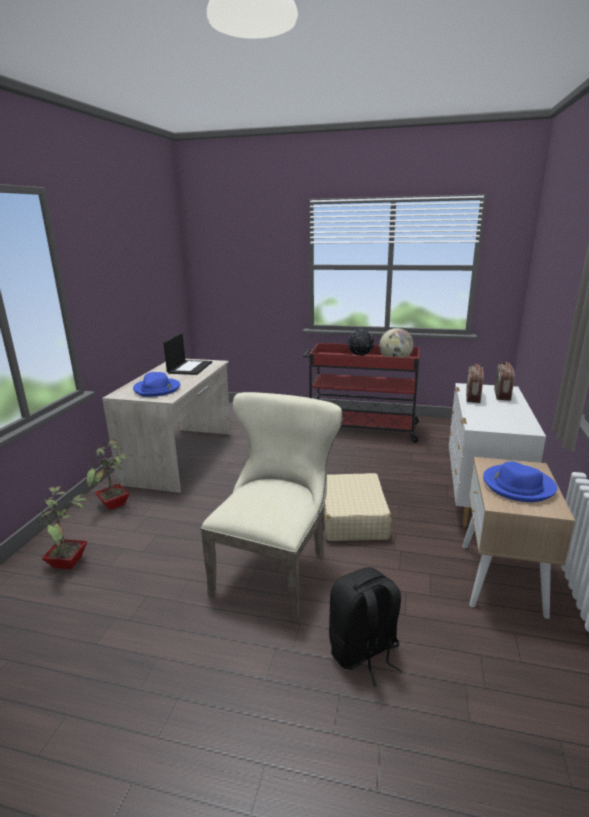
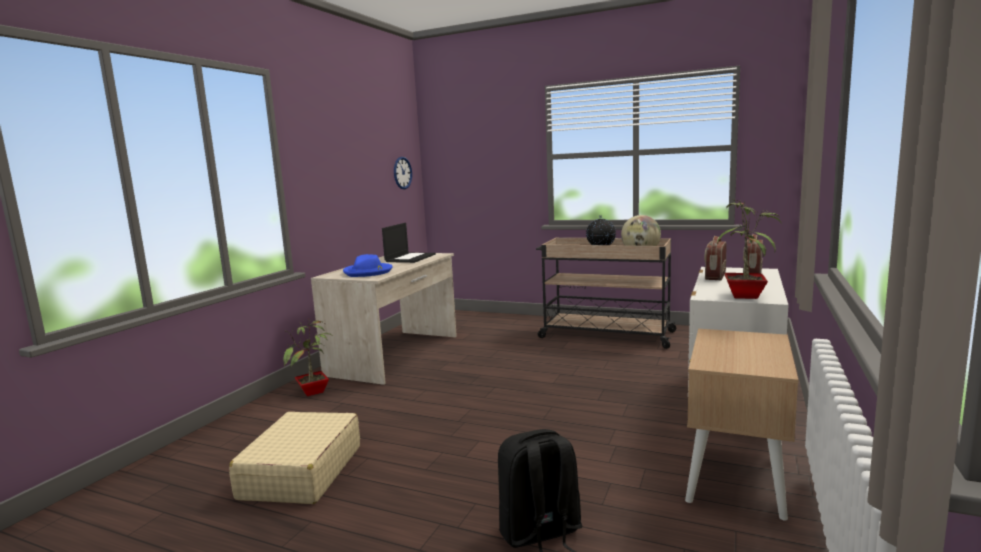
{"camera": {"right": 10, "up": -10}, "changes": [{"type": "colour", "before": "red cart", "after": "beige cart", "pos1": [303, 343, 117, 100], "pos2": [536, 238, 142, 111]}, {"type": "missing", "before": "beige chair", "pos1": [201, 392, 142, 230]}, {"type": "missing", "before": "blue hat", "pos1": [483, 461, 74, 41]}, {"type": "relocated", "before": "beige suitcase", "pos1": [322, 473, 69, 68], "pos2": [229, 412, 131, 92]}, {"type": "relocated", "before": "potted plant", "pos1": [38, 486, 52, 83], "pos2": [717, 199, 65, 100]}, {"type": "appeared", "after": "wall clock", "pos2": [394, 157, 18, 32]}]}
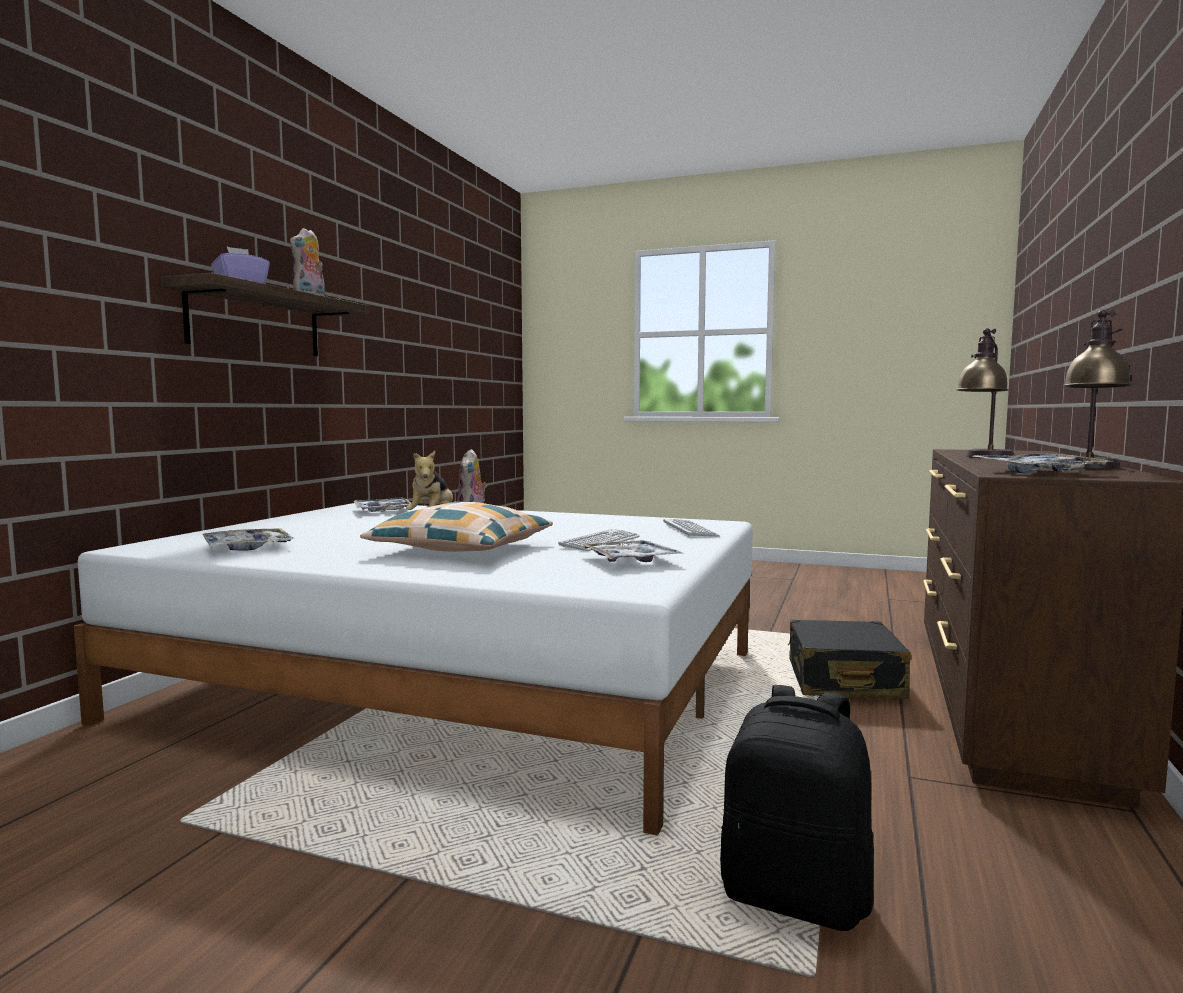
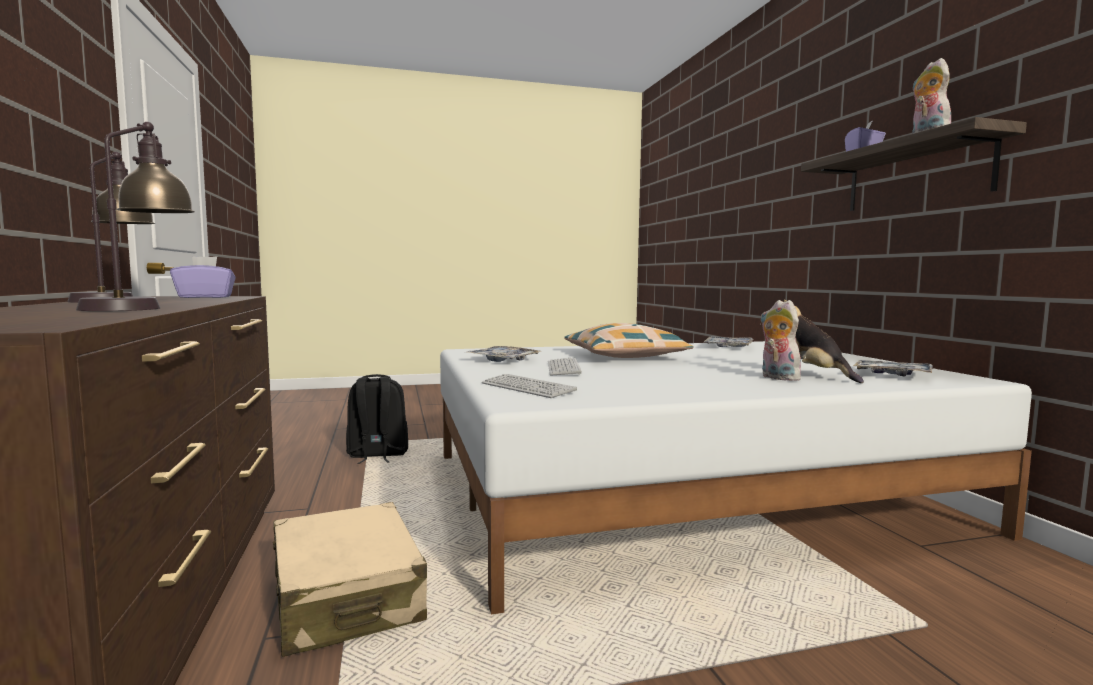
{"camera": {"right": 145, "up": 0}, "changes": [{"type": "exchanged", "before": "tray", "after": "purple tissue box", "pos1": [972, 454, 138, 19], "pos2": [170, 256, 66, 42]}, {"type": "colour", "before": "black suitcase", "after": "beige suitcase", "pos1": [788, 620, 123, 79], "pos2": [273, 502, 154, 155]}]}
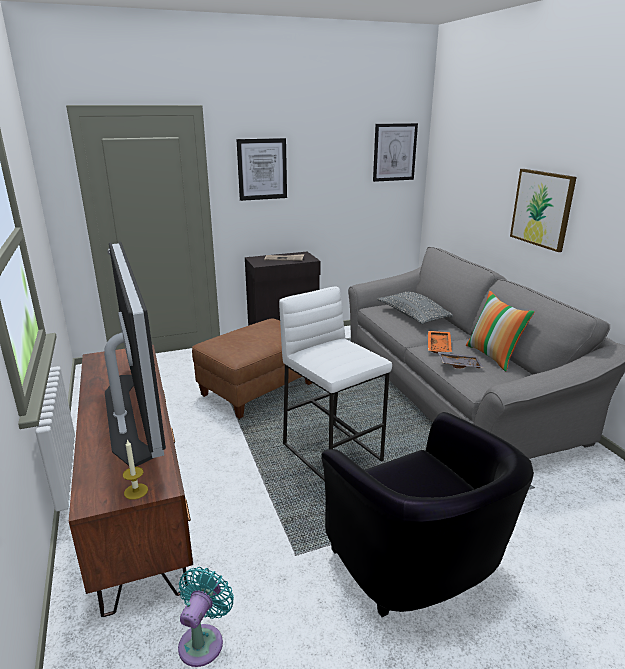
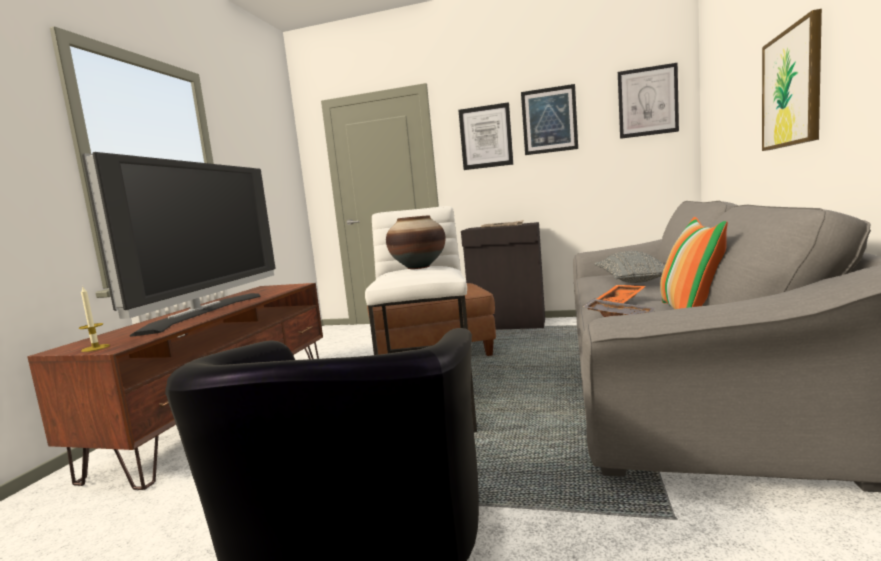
{"camera": {"right": 35, "up": -15}, "changes": [{"type": "missing", "before": "turquoise fan", "pos1": [178, 567, 56, 100]}, {"type": "appeared", "after": "picture", "pos2": [521, 84, 57, 71]}, {"type": "appeared", "after": "vase", "pos2": [386, 215, 59, 54]}]}
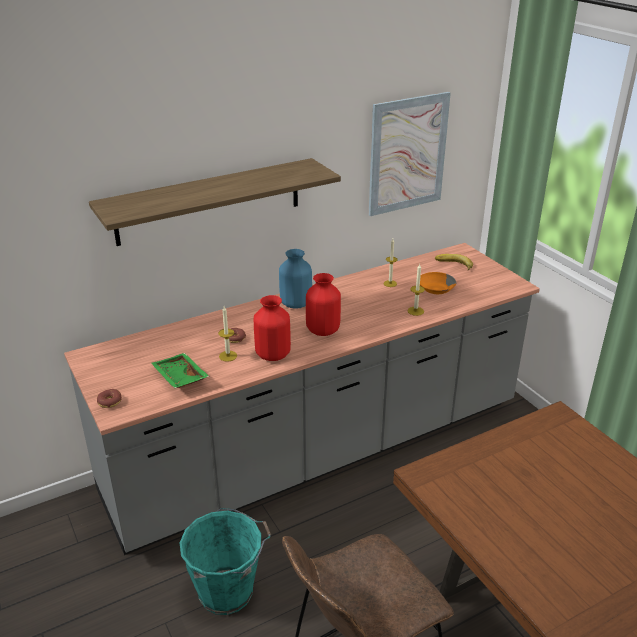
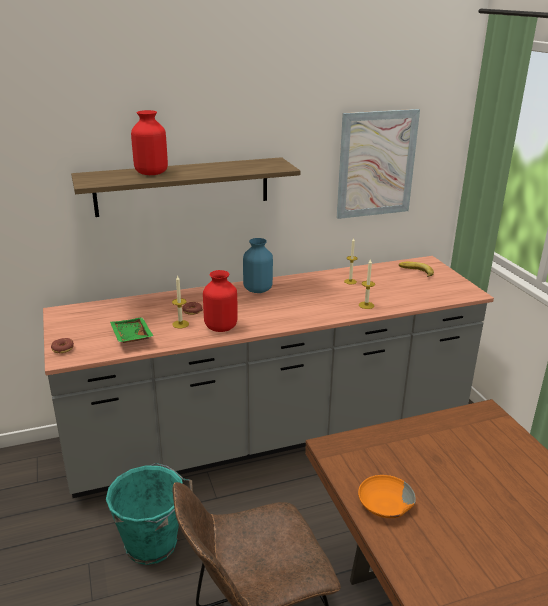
{"camera": {"right": 10, "up": -5}, "changes": [{"type": "relocated", "before": "orange bowl", "pos1": [420, 272, 36, 22], "pos2": [358, 475, 58, 43]}, {"type": "relocated", "before": "red vase", "pos1": [306, 273, 35, 63], "pos2": [131, 110, 37, 65]}]}
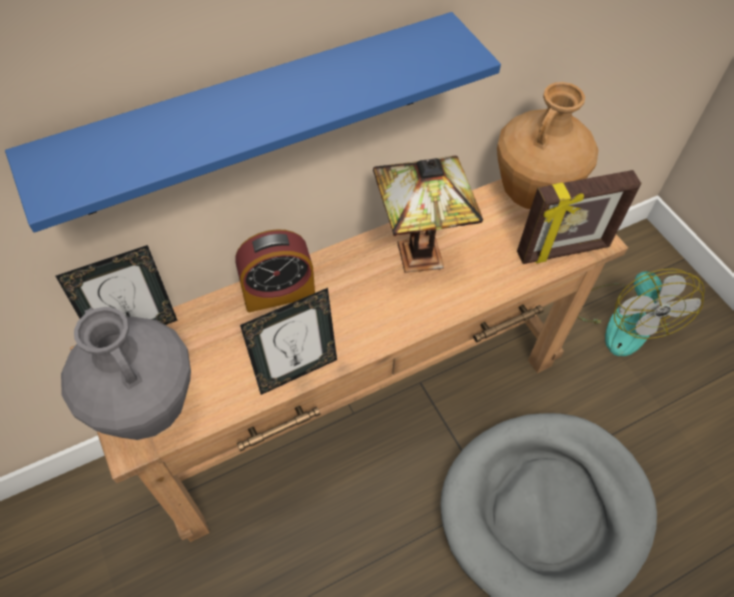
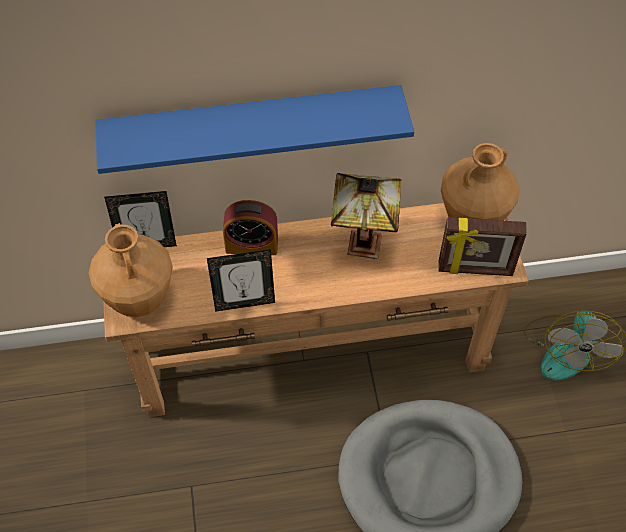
{"camera": {"right": 20, "up": 0}, "changes": [{"type": "colour", "before": "grey vase", "after": "brown vase", "pos1": [61, 307, 130, 133], "pos2": [89, 223, 84, 94]}]}
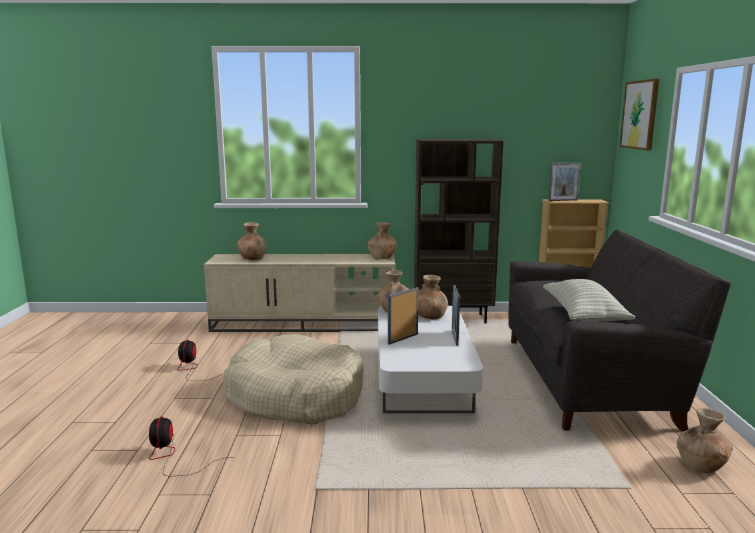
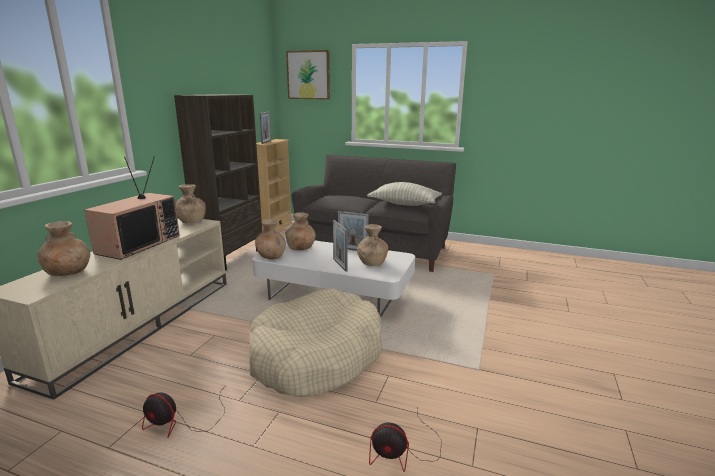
{"camera": {"right": -70, "up": 5}, "changes": [{"type": "relocated", "before": "brown vase", "pos1": [677, 408, 56, 65], "pos2": [357, 224, 31, 42]}, {"type": "appeared", "after": "television", "pos2": [84, 156, 96, 104]}]}
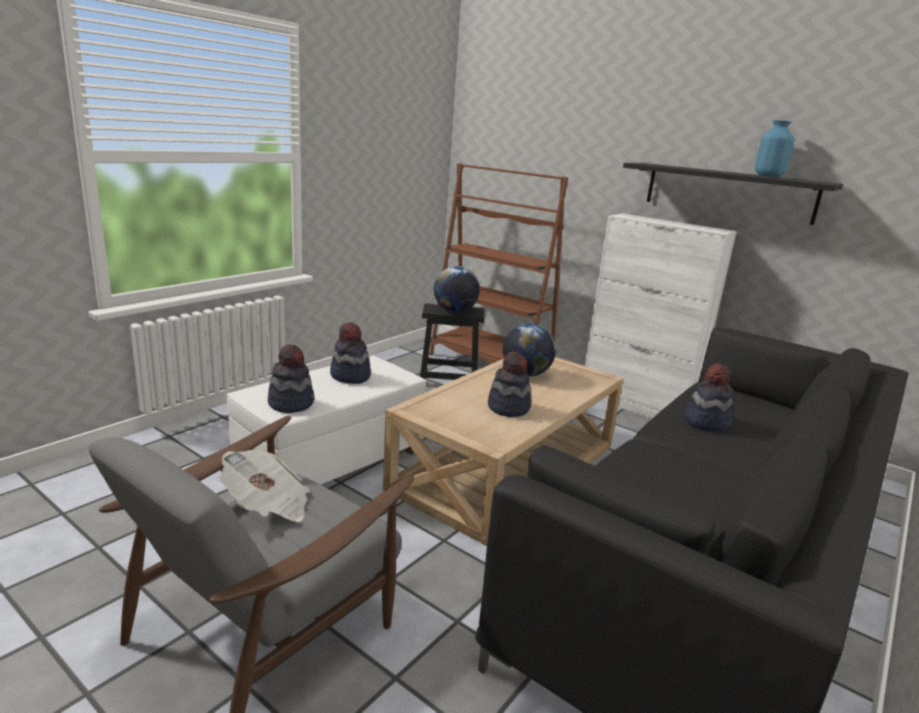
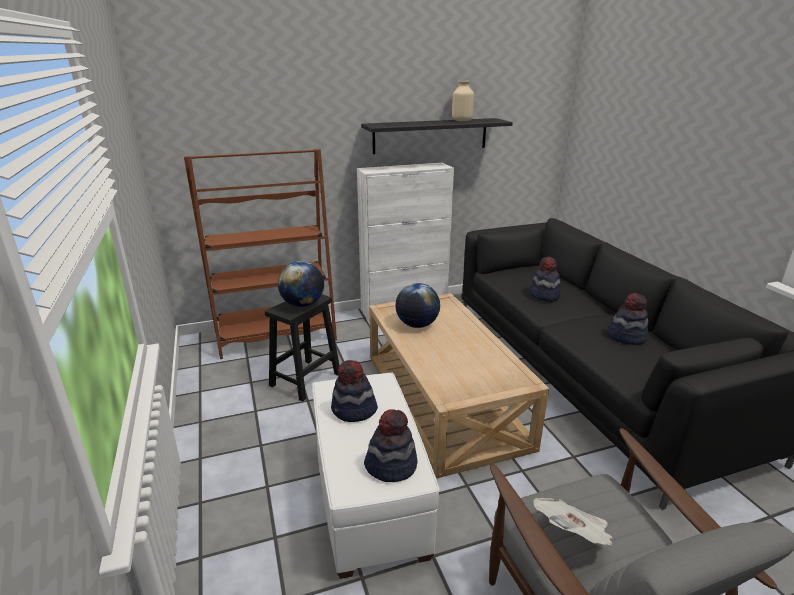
{"camera": {"right": -55, "up": 5}, "changes": [{"type": "colour", "before": "blue vase", "after": "beige vase", "pos1": [755, 120, 39, 57], "pos2": [452, 81, 22, 41]}, {"type": "relocated", "before": "hat", "pos1": [488, 352, 44, 65], "pos2": [607, 293, 42, 52]}]}
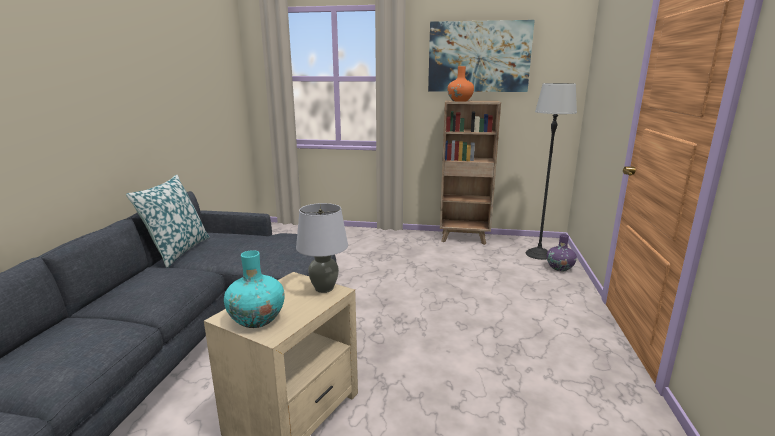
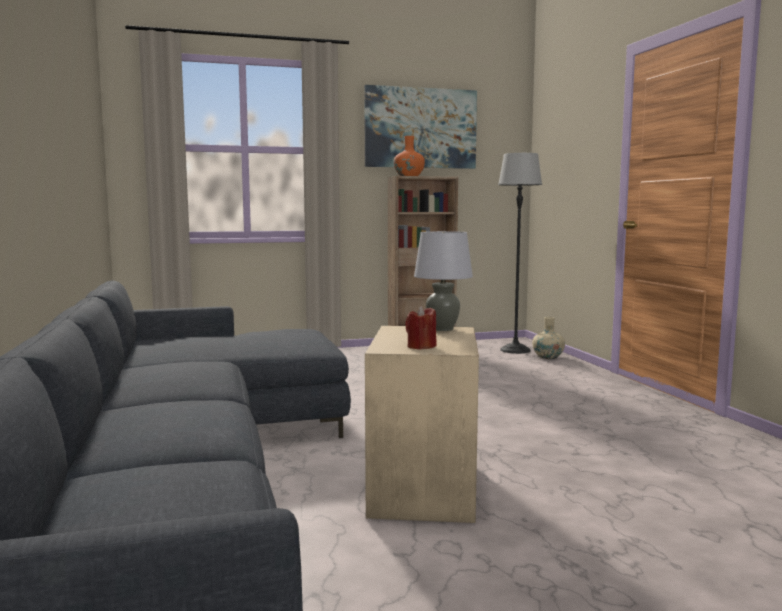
{"camera": {"right": -25, "up": -10}, "changes": [{"type": "missing", "before": "pillow", "pos1": [126, 175, 84, 93]}, {"type": "colour", "before": "purple vase", "after": "beige vase", "pos1": [547, 234, 30, 37], "pos2": [532, 317, 33, 42]}, {"type": "exchanged", "before": "turquoise vase", "after": "red candle", "pos1": [224, 250, 61, 78], "pos2": [405, 306, 32, 43]}]}
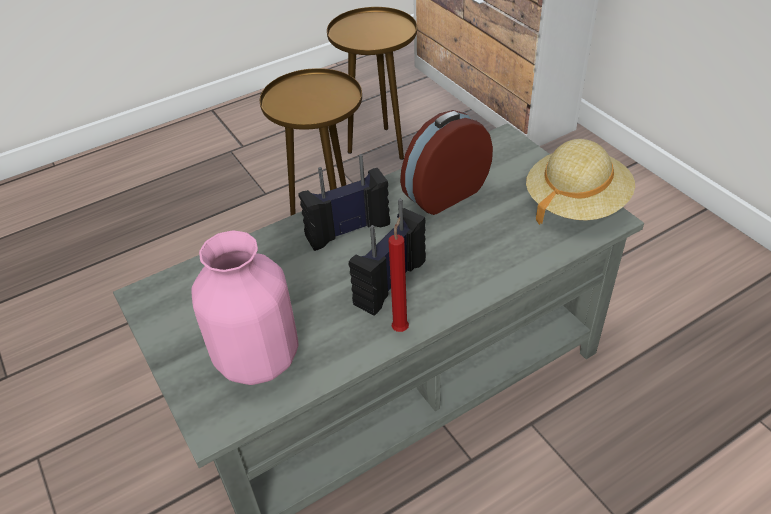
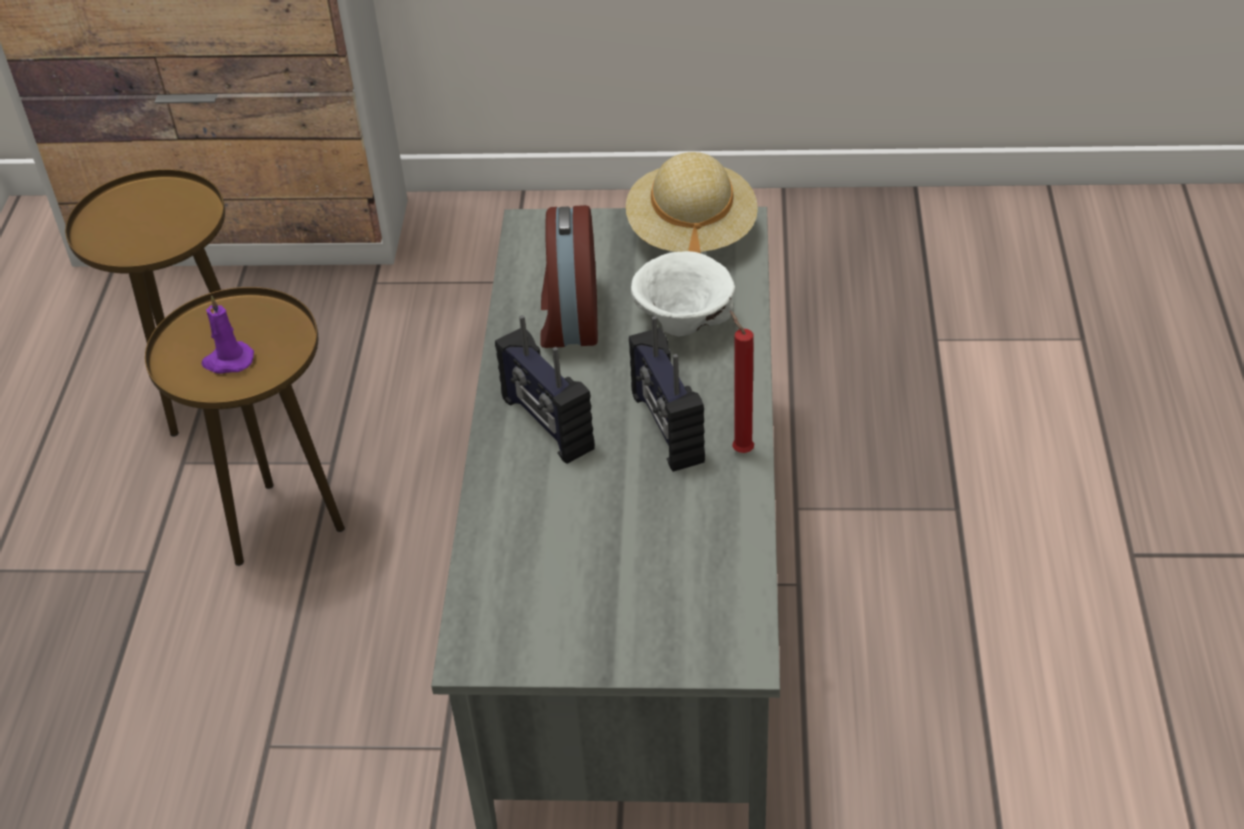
{"camera": {"right": -55, "up": 0}, "changes": [{"type": "spun", "before": "radio", "pos1": [299, 154, 91, 97], "pos2": [495, 315, 100, 149], "turn": -45}, {"type": "missing", "before": "pink vase", "pos1": [191, 231, 107, 154]}, {"type": "appeared", "after": "white bowl", "pos2": [631, 251, 104, 86]}, {"type": "appeared", "after": "purple candle", "pos2": [201, 296, 53, 78]}]}
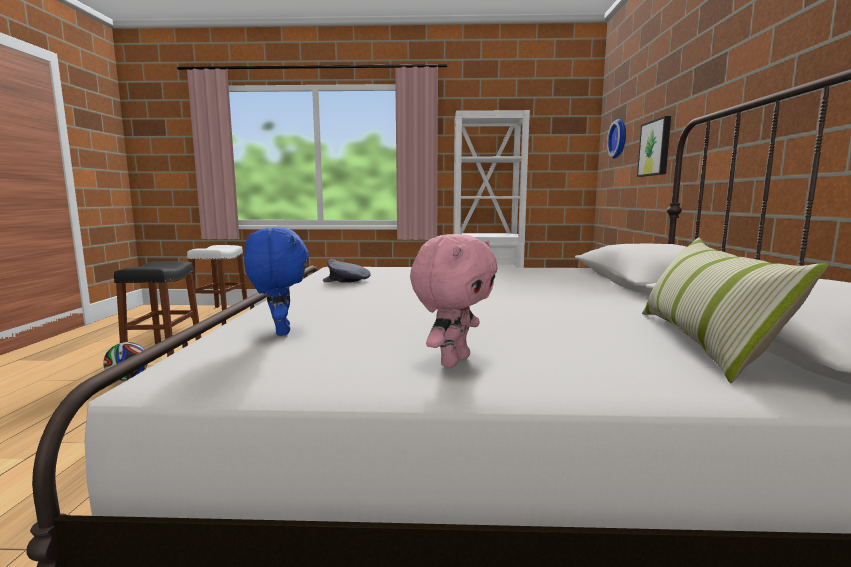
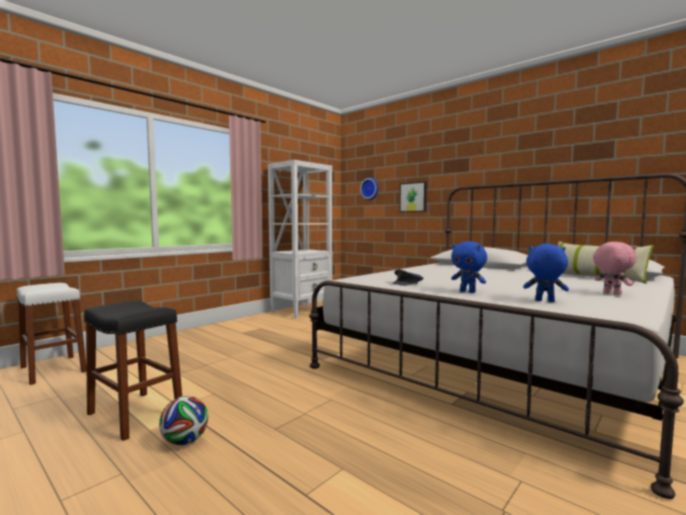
{"camera": {"right": -50, "up": -5}, "changes": [{"type": "appeared", "after": "blue plush toy", "pos2": [451, 241, 36, 52]}]}
